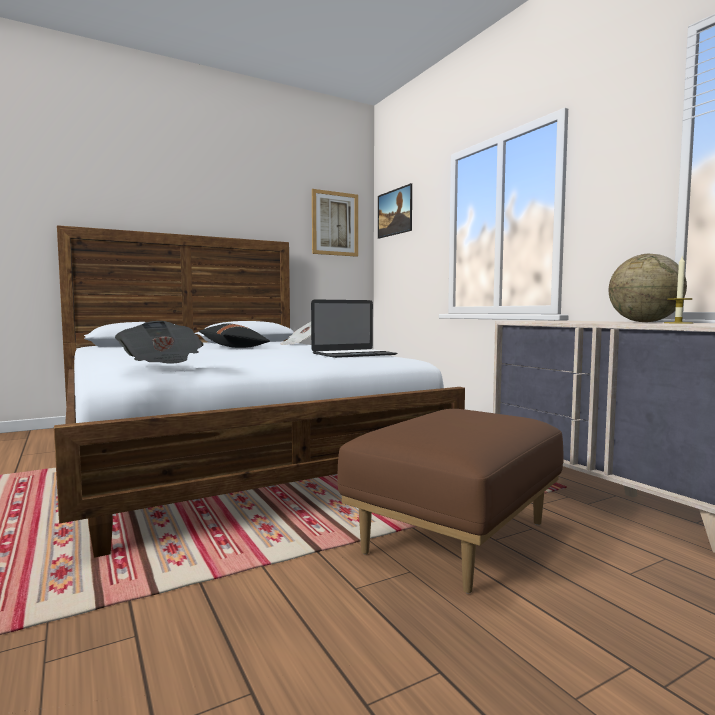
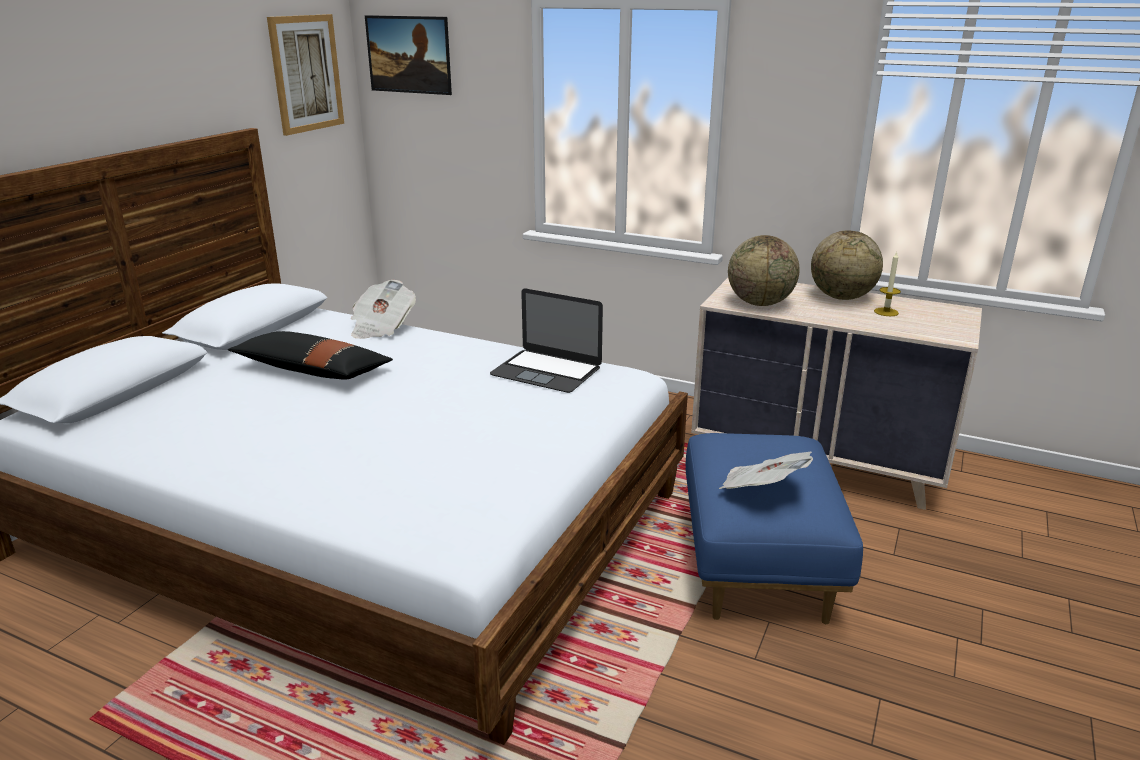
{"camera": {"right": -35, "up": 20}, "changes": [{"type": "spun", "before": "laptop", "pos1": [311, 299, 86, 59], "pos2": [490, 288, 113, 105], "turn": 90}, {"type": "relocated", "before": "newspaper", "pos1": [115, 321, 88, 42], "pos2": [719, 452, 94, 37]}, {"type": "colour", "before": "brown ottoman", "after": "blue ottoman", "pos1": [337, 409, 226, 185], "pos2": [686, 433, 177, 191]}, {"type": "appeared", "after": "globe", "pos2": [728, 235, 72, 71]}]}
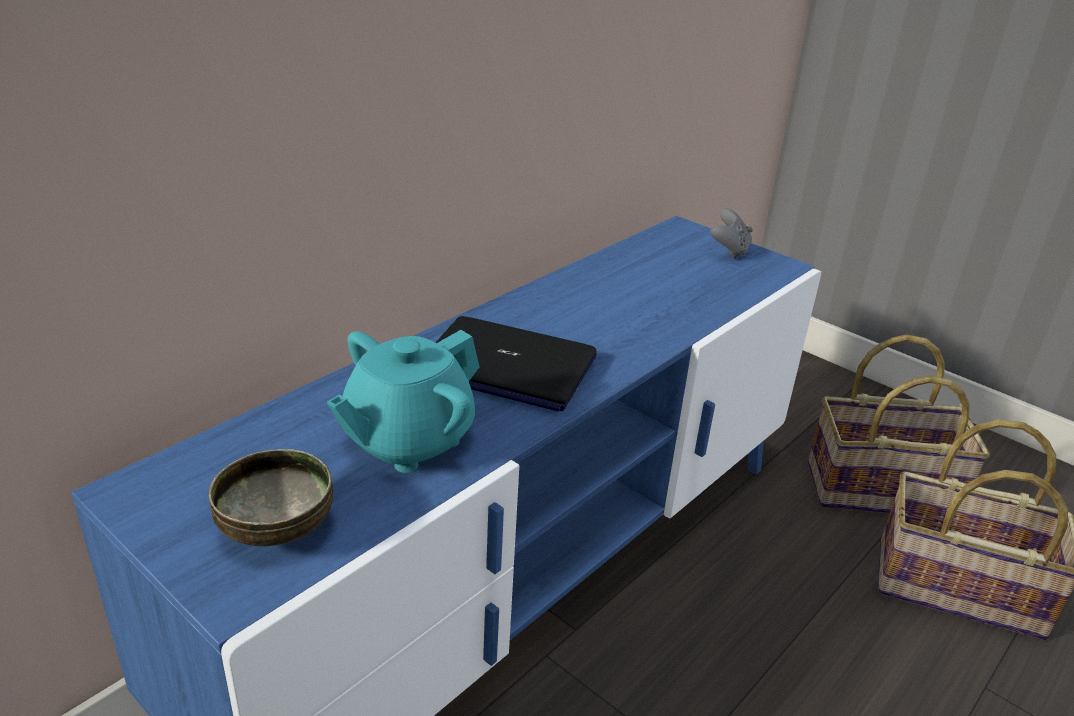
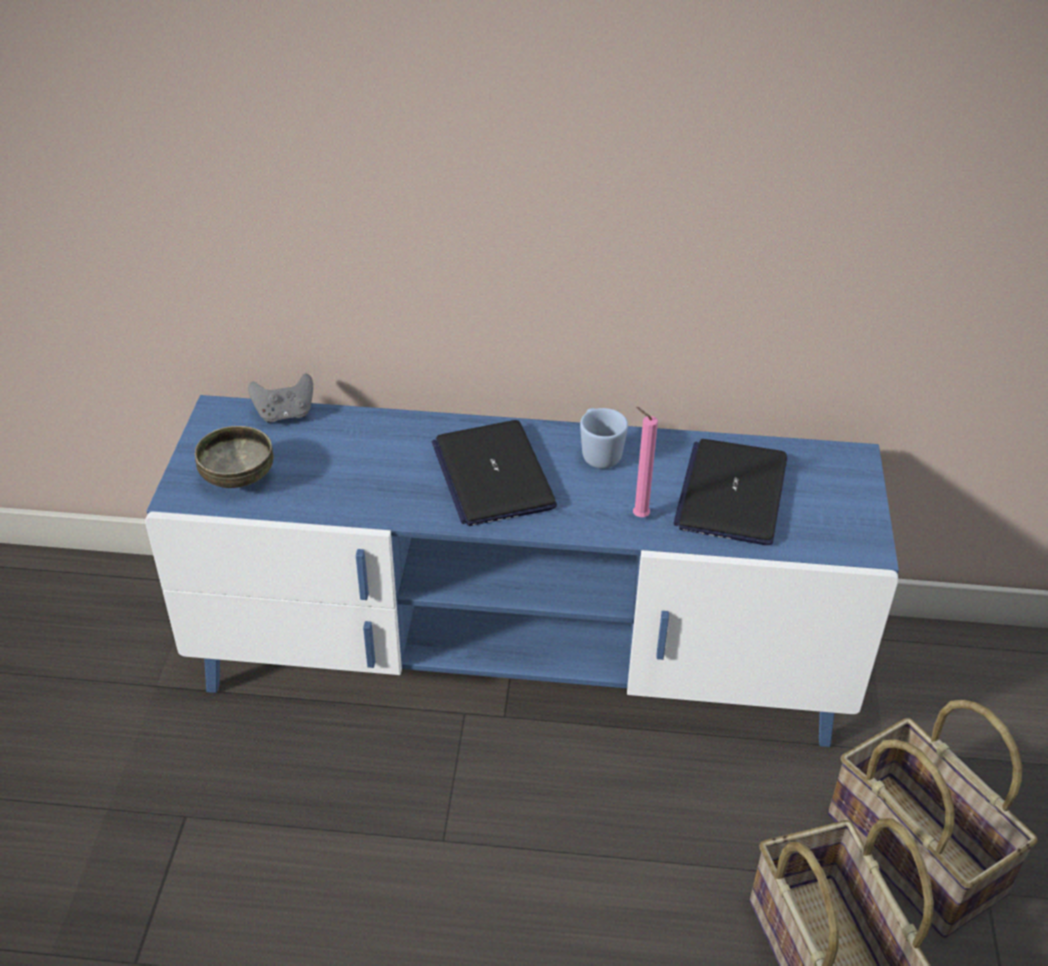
{"camera": {"right": 55, "up": 10}, "changes": [{"type": "relocated", "before": "grey game controller", "pos1": [710, 208, 43, 51], "pos2": [248, 373, 65, 50]}, {"type": "missing", "before": "turquoise teapot", "pos1": [327, 330, 152, 143]}, {"type": "appeared", "after": "pink candle", "pos2": [633, 407, 25, 110]}, {"type": "appeared", "after": "blue mug", "pos2": [580, 408, 48, 60]}, {"type": "appeared", "after": "laptop", "pos2": [673, 439, 114, 106]}]}
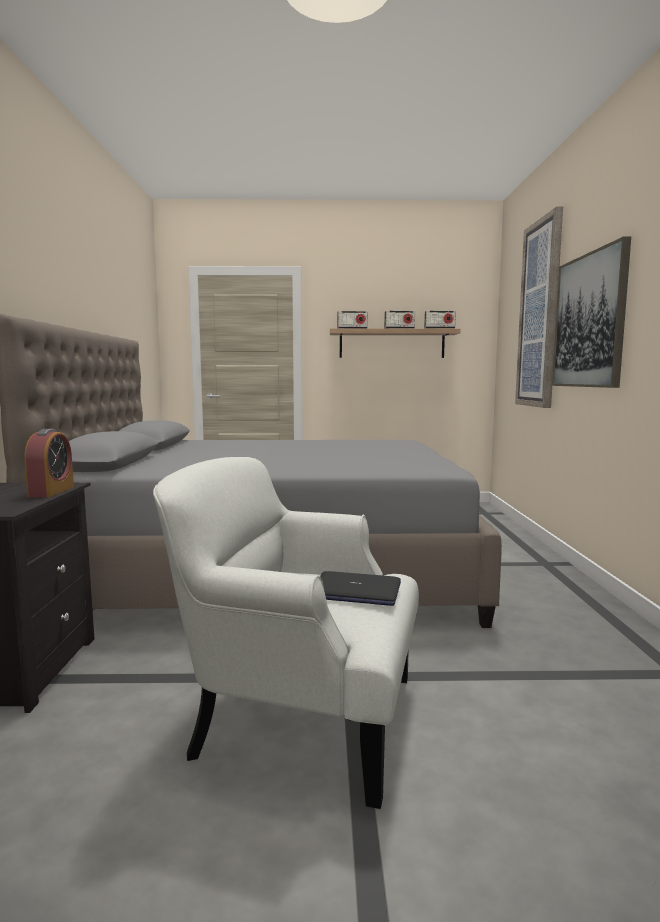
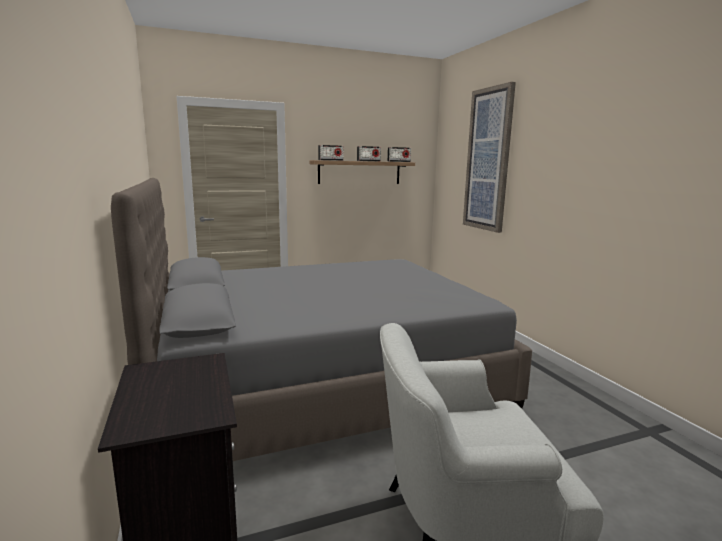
{"camera": {"right": -20, "up": 5}, "changes": [{"type": "missing", "before": "picture", "pos1": [552, 236, 79, 152]}, {"type": "missing", "before": "alarm clock", "pos1": [24, 429, 50, 68]}, {"type": "missing", "before": "laptop", "pos1": [320, 571, 81, 35]}]}
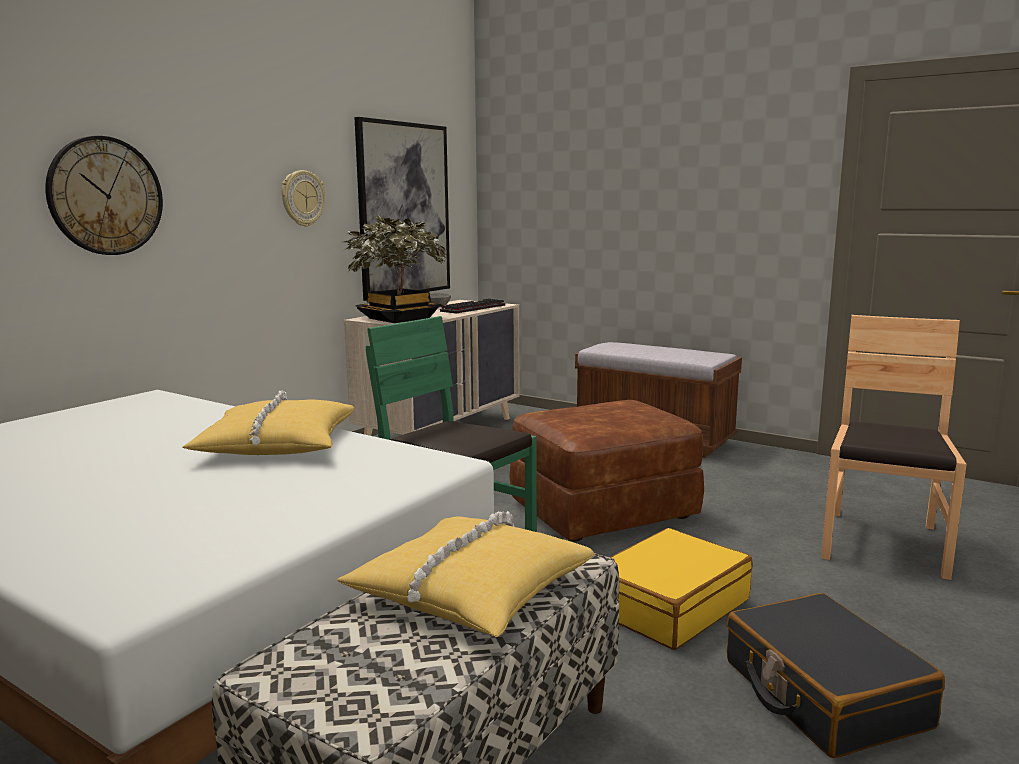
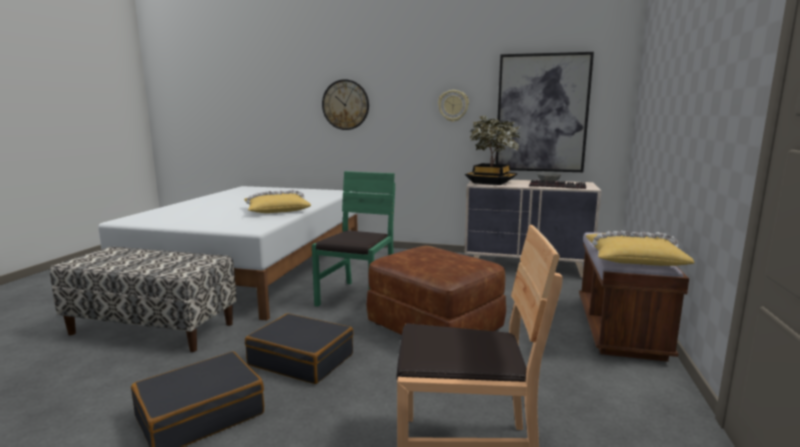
{"camera": {"right": 70, "up": 0}, "changes": [{"type": "relocated", "before": "yellow pillow", "pos1": [337, 511, 258, 126], "pos2": [586, 231, 108, 35]}, {"type": "colour", "before": "yellow suitcase", "after": "black suitcase", "pos1": [609, 528, 143, 122], "pos2": [245, 313, 109, 71]}]}
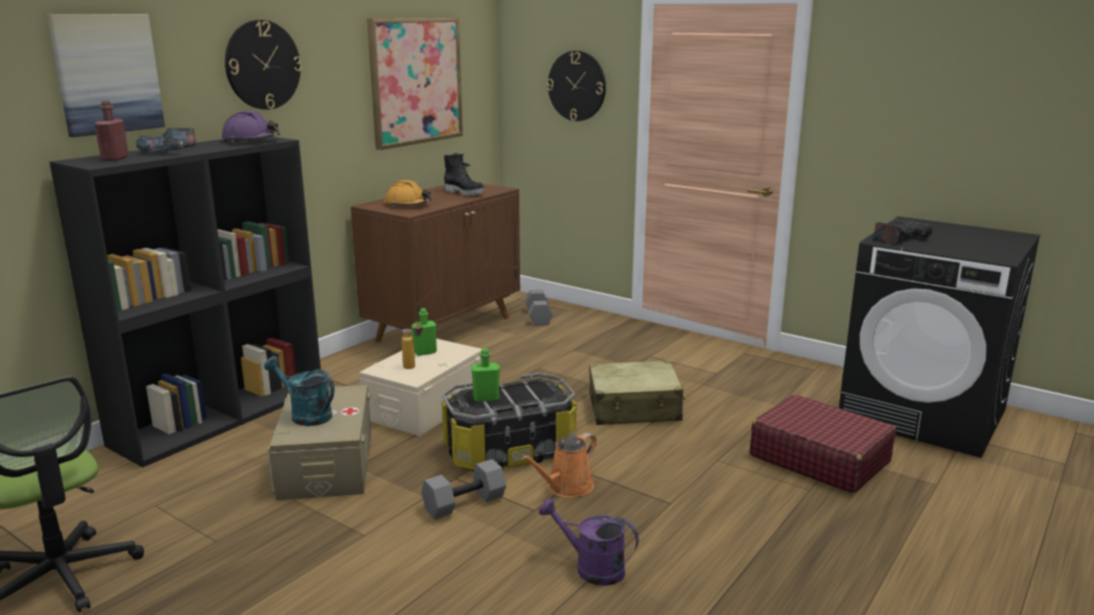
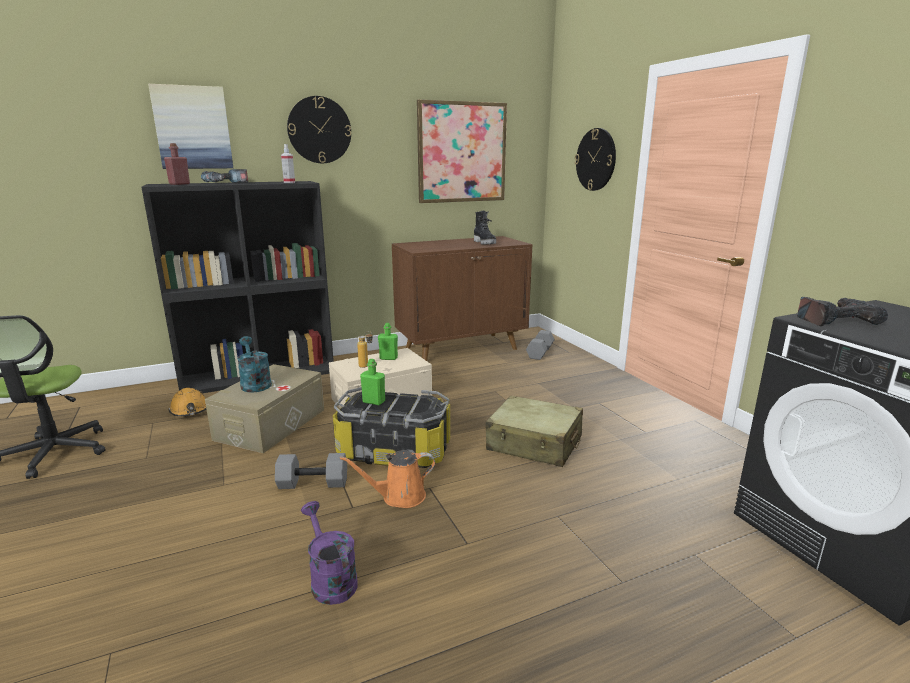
{"camera": {"right": 30, "up": 0}, "changes": [{"type": "exchanged", "before": "purple hard hat", "after": "spray bottle", "pos1": [221, 111, 59, 31], "pos2": [281, 144, 14, 39]}, {"type": "relocated", "before": "orange hard hat", "pos1": [385, 180, 46, 27], "pos2": [168, 388, 39, 29]}, {"type": "missing", "before": "red suitcase", "pos1": [750, 395, 147, 98]}]}
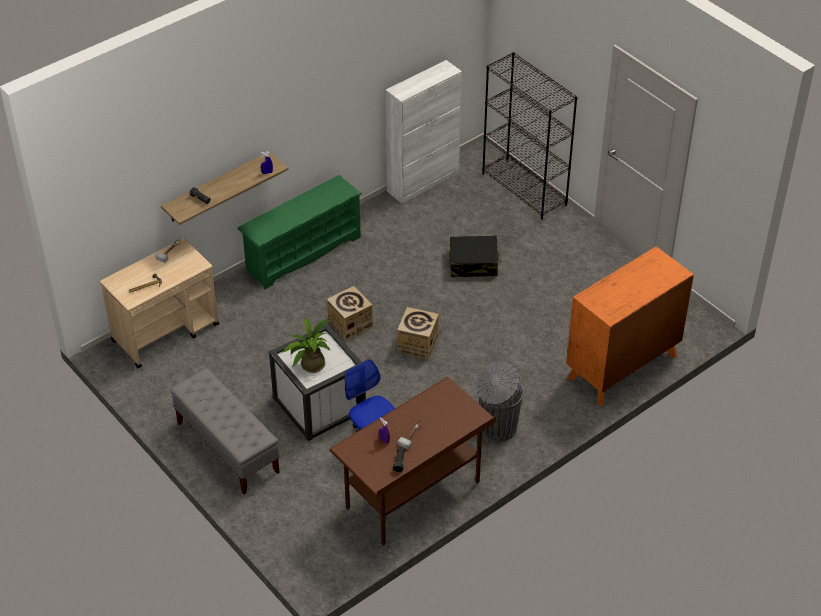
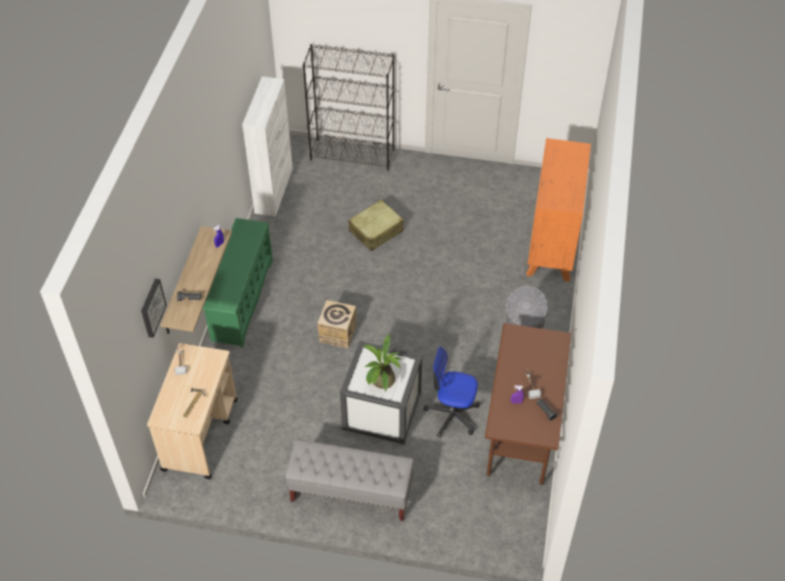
{"camera": {"right": -40, "up": 5}, "changes": [{"type": "colour", "before": "black suitcase", "after": "beige suitcase", "pos1": [449, 236, 52, 41], "pos2": [348, 200, 56, 51]}, {"type": "missing", "before": "cardboard box", "pos1": [397, 307, 42, 53]}, {"type": "appeared", "after": "picture", "pos2": [141, 278, 26, 60]}]}
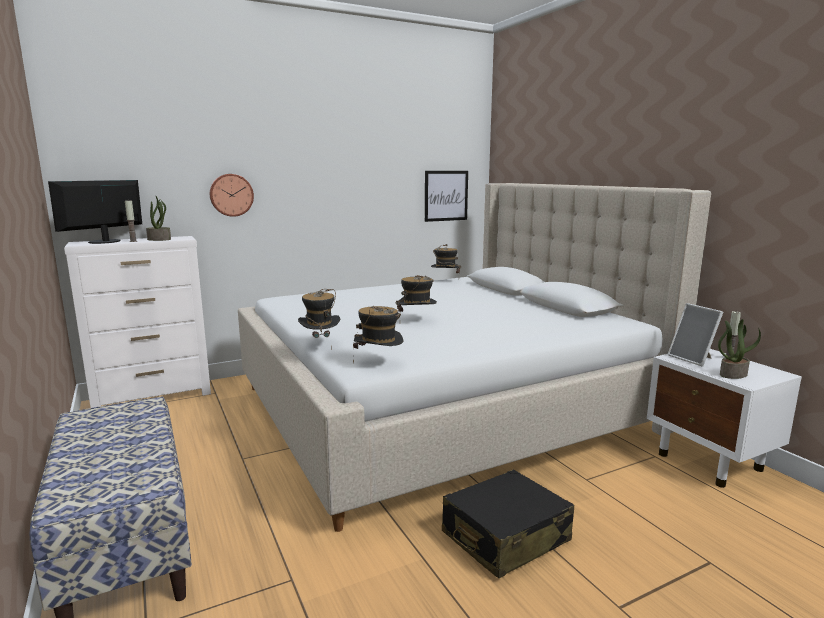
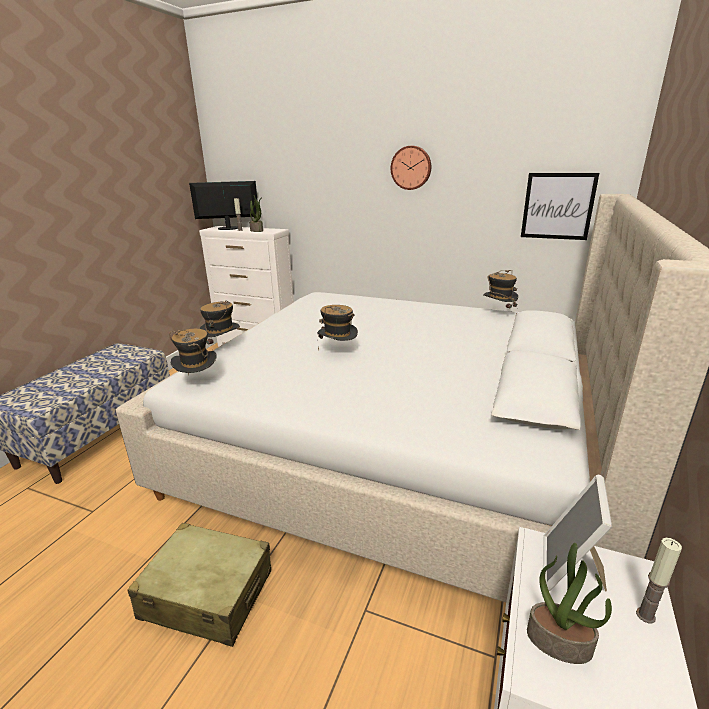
{"camera": {"right": 50, "up": 10}, "changes": [{"type": "relocated", "before": "wall clock", "pos1": [210, 174, 44, 43], "pos2": [391, 146, 40, 44]}, {"type": "colour", "before": "black suitcase", "after": "beige suitcase", "pos1": [442, 469, 132, 110], "pos2": [128, 522, 143, 125]}]}
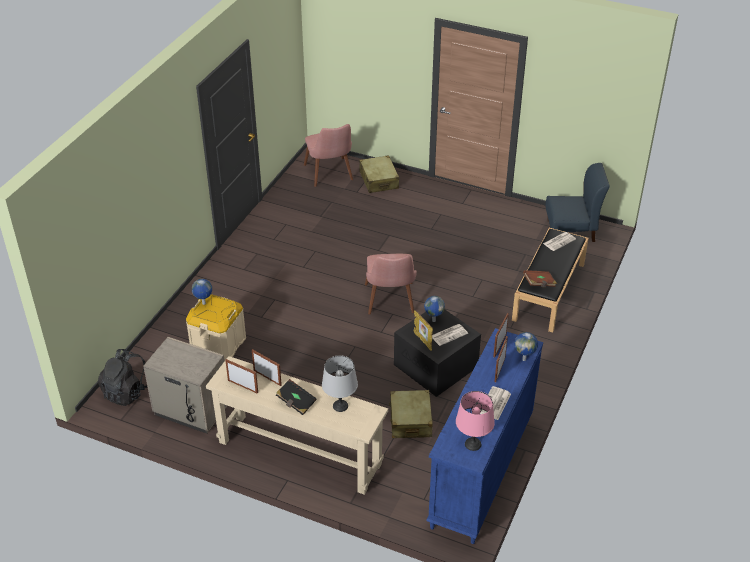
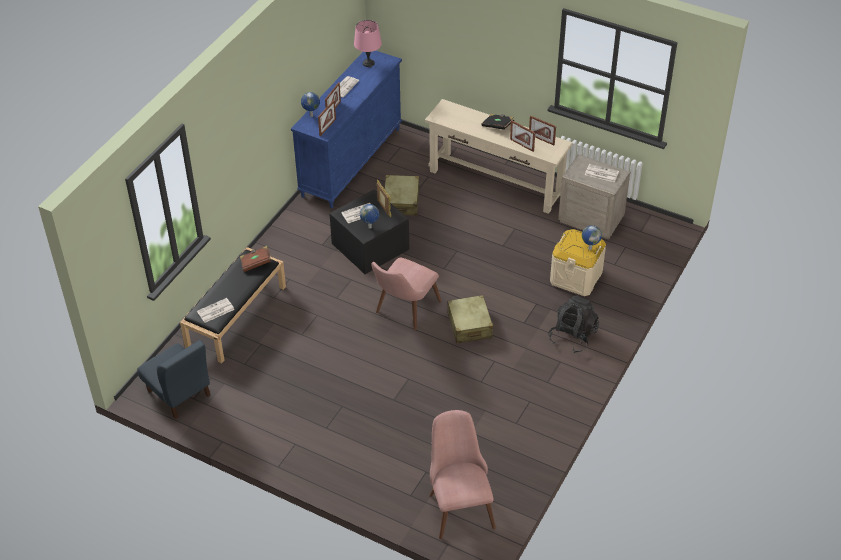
{"camera": {"right": -175, "up": 5}, "changes": [{"type": "relocated", "before": "beige suitcase", "pos1": [359, 155, 40, 38], "pos2": [447, 295, 46, 48]}, {"type": "spun", "before": "blue chair", "pos1": [545, 163, 65, 79], "pos2": [137, 340, 74, 79], "turn": -135}, {"type": "spun", "before": "pink chair", "pos1": [365, 254, 52, 60], "pos2": [371, 258, 71, 72], "turn": -150}, {"type": "relocated", "before": "black backpack", "pos1": [98, 349, 50, 57], "pos2": [549, 296, 50, 57]}, {"type": "missing", "before": "grey table lamp", "pos1": [322, 355, 36, 57]}, {"type": "appeared", "after": "newspaper", "pos2": [585, 164, 34, 18]}]}
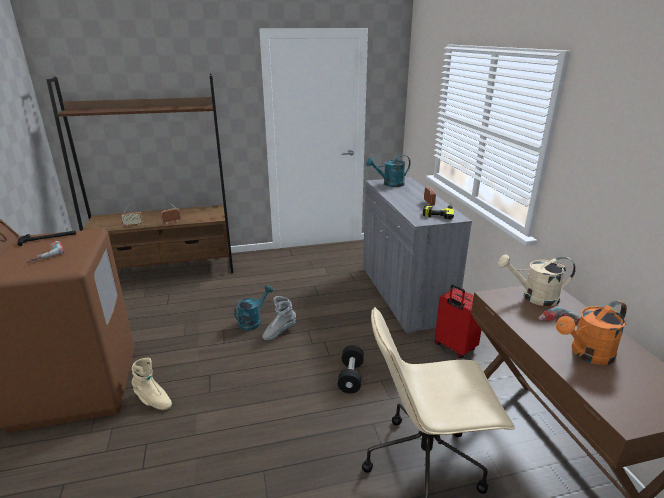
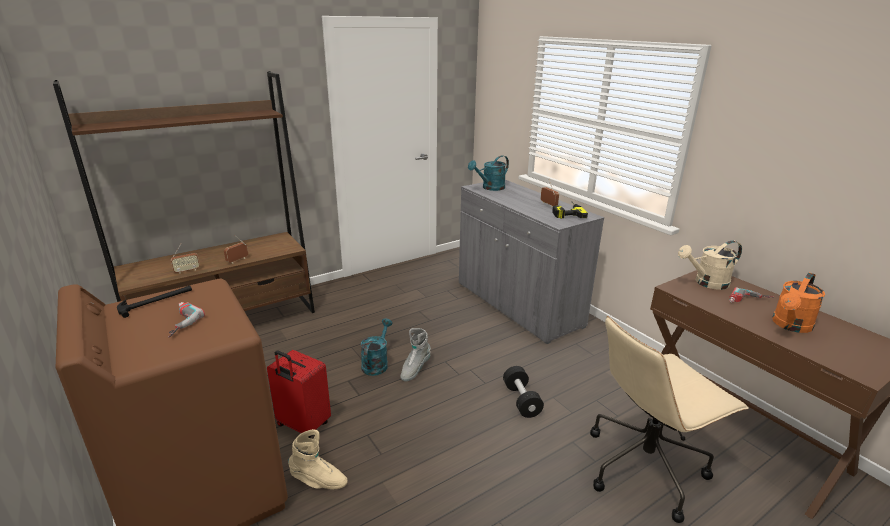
{"camera": {"right": -20, "up": 0}, "changes": [{"type": "relocated", "before": "red suitcase", "pos1": [435, 284, 47, 74], "pos2": [267, 350, 64, 88]}]}
